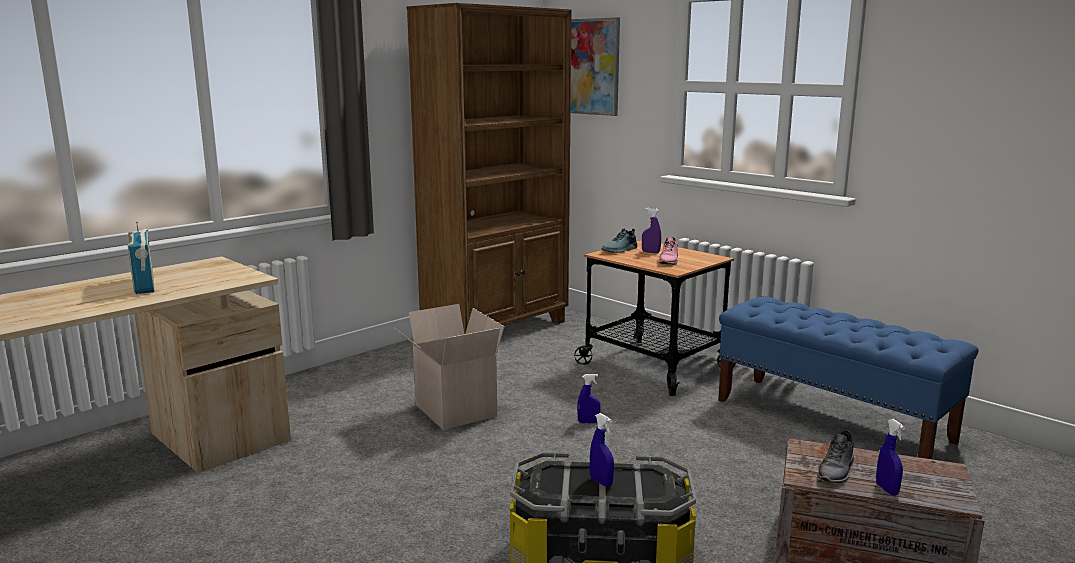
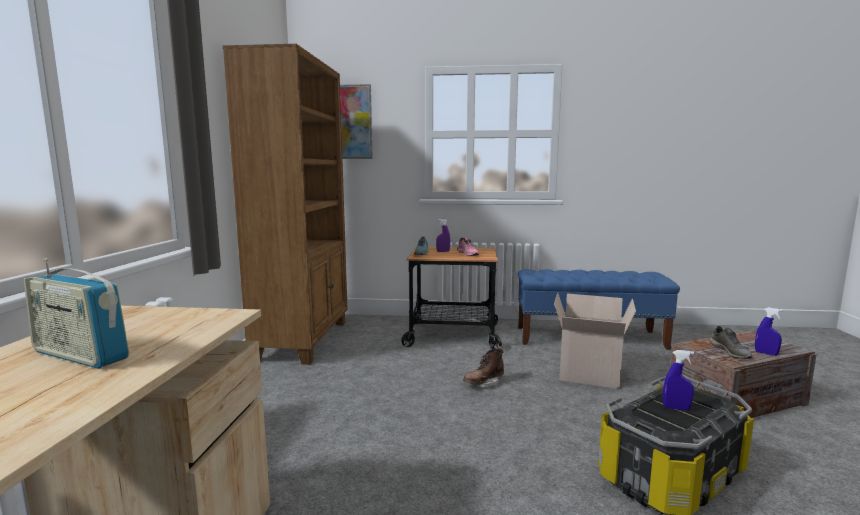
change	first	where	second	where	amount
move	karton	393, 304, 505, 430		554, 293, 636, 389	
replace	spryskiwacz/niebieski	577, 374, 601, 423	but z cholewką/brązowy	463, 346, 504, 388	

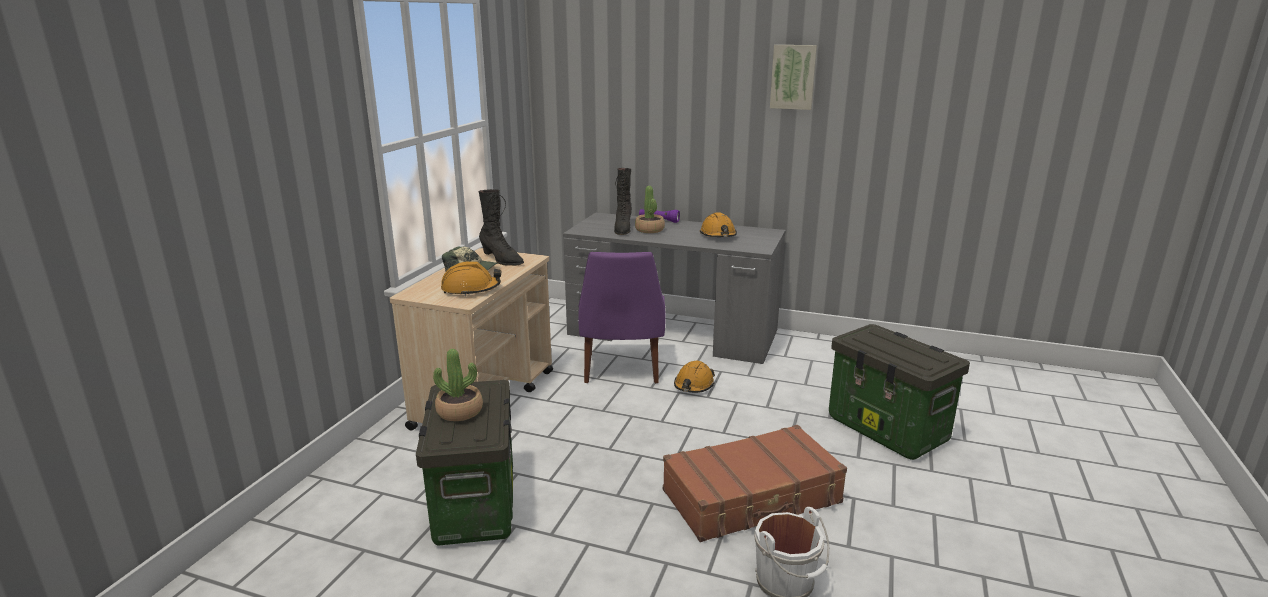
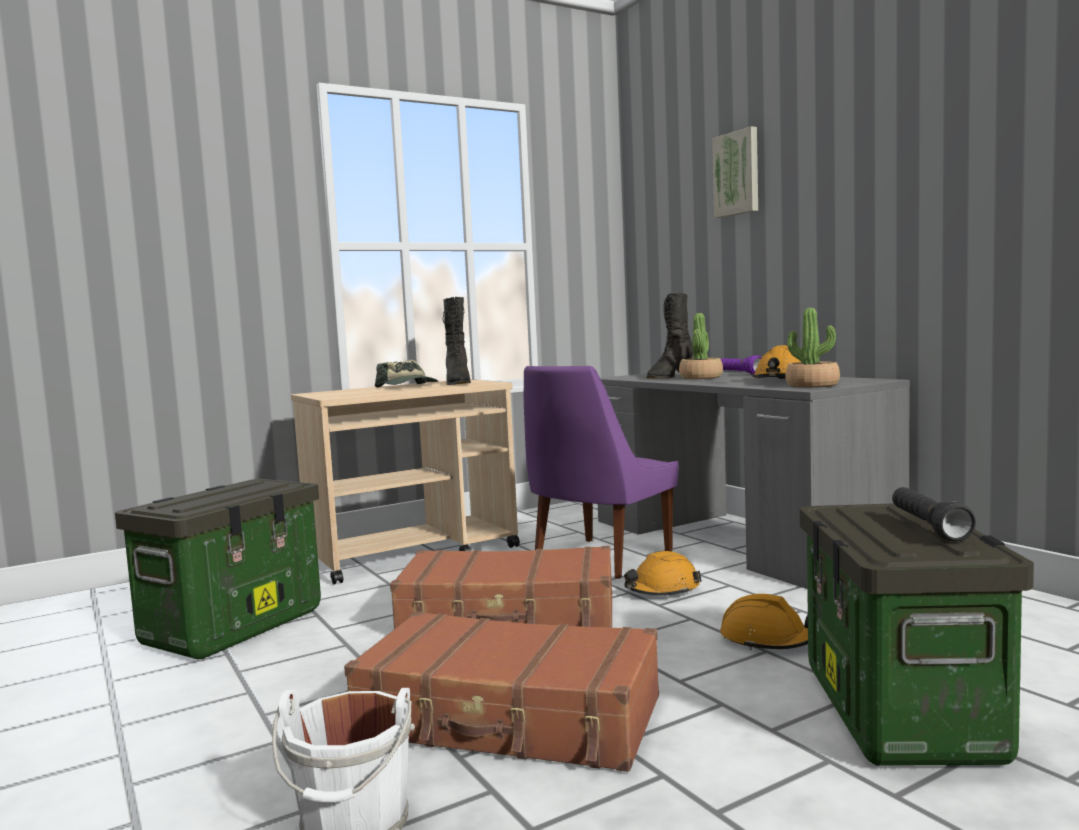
change	first	where	second	where	amount
move	obraz	770, 45, 817, 110		712, 126, 758, 218	
move	kask/pomarańczowy	441, 261, 502, 296		720, 594, 808, 650	
move	roślina doniczkowa	433, 349, 483, 421		785, 308, 840, 388	
insert			latarka/czarny	892, 487, 976, 542	
insert			walizka/brązowy	390, 546, 612, 629	

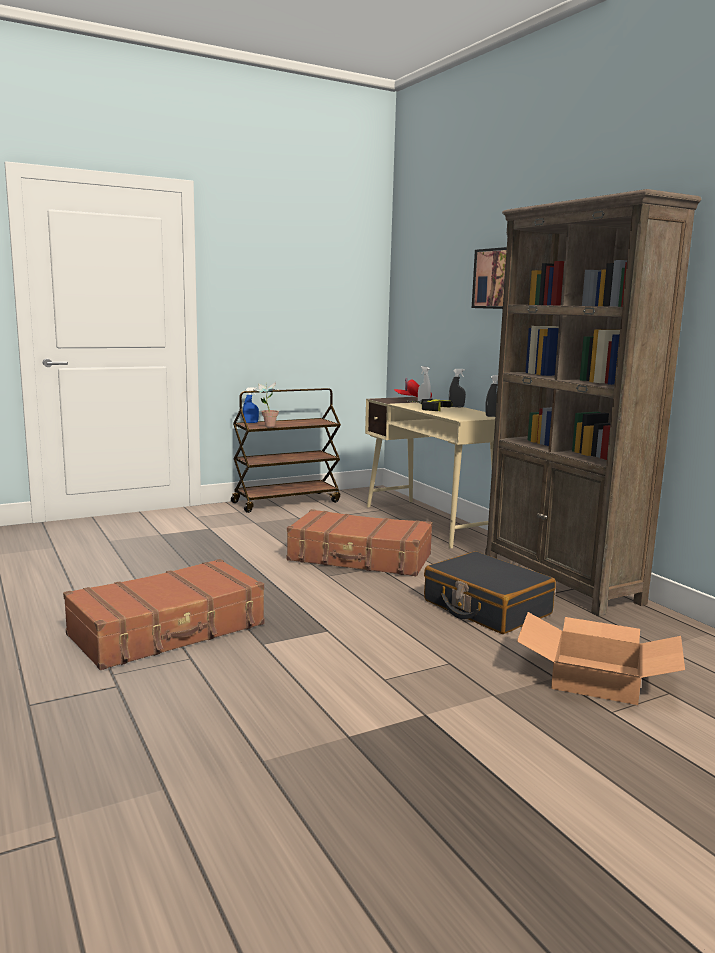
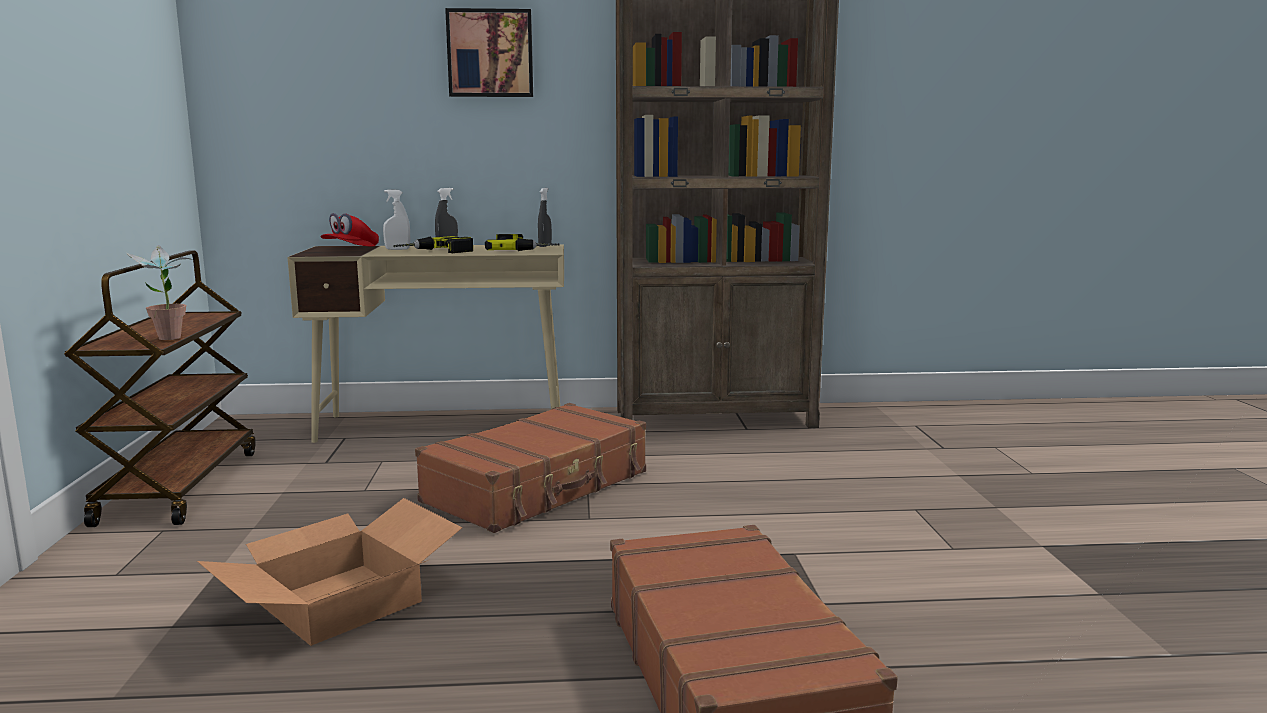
change	first	where	second	where	amount
delete	spryskiwacz/niebieski	243, 387, 259, 423			
delete	walizka/czarny	424, 551, 556, 634			
move	karton	517, 612, 685, 705		197, 498, 463, 646	
insert			wiertarka	485, 234, 560, 251	

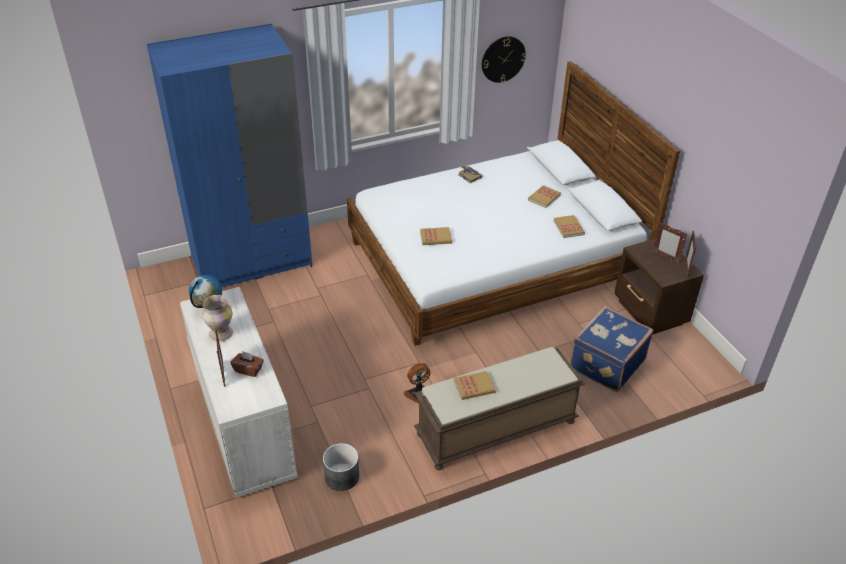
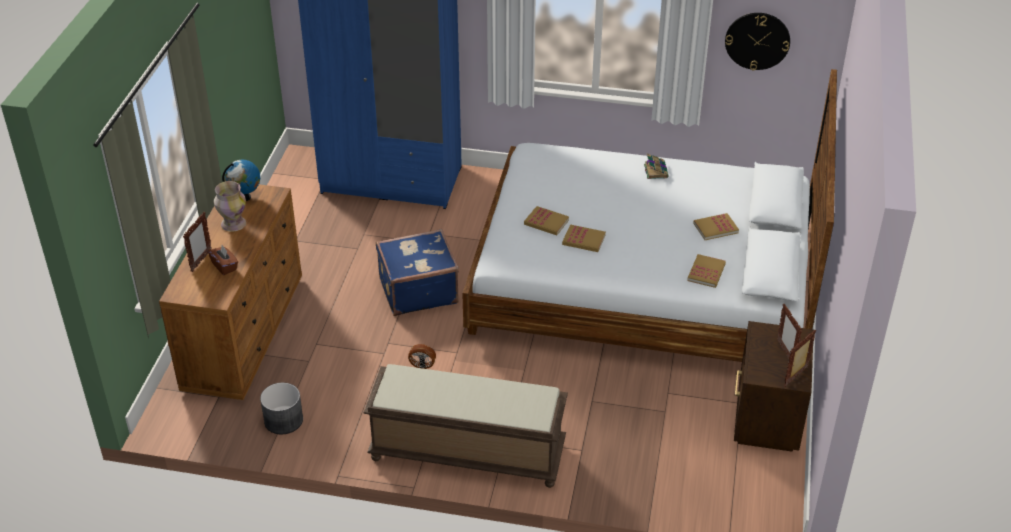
change	first	where	second	where	amount
recolor	komoda/biały	180, 287, 298, 498	komoda/brązowy	159, 184, 302, 400	
move	walizka/niebieski	570, 306, 654, 392		376, 229, 459, 316	
move	książka	454, 371, 496, 400		562, 224, 606, 252	

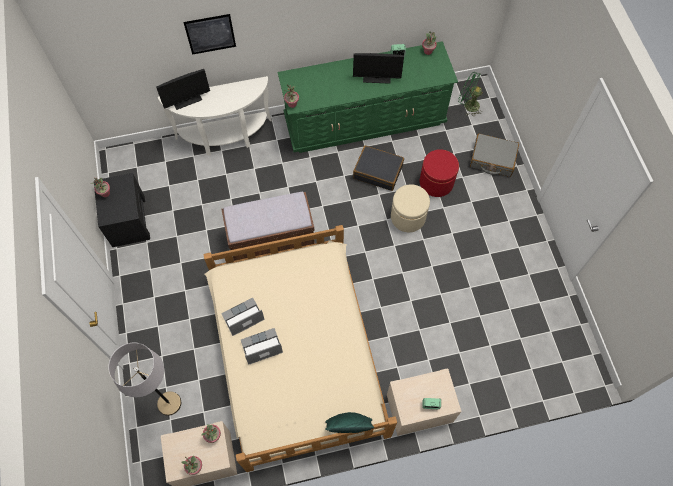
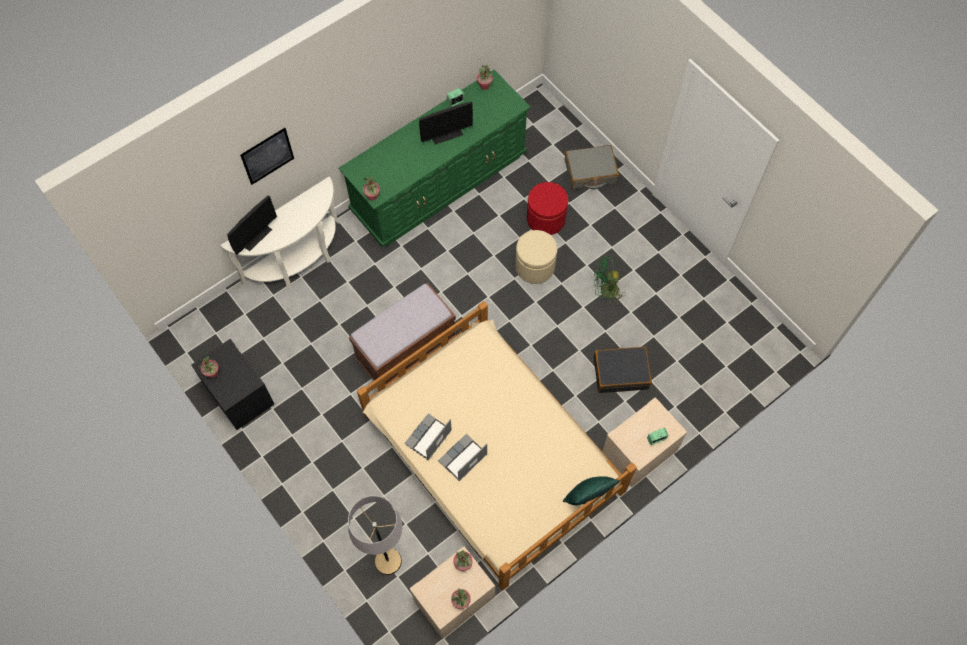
change	first	where	second	where	amount
move	wentylator/zielony	458, 72, 483, 117		594, 256, 623, 305	
move	walizka/czarny	353, 146, 404, 191		593, 346, 652, 393	

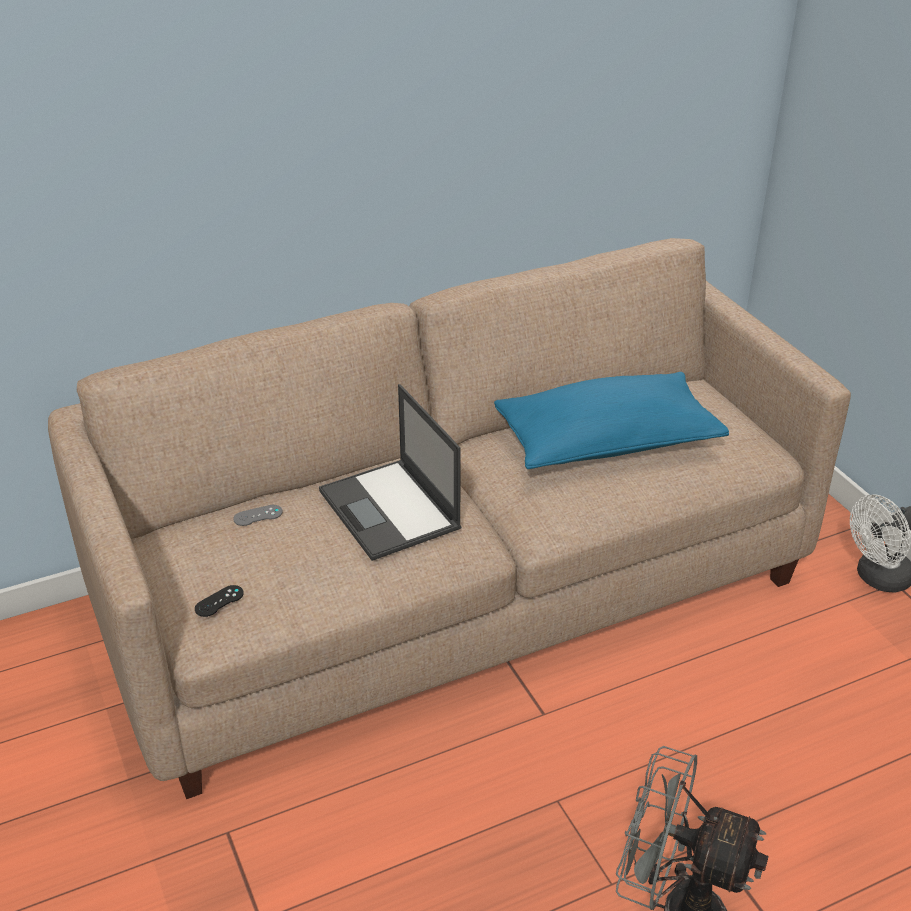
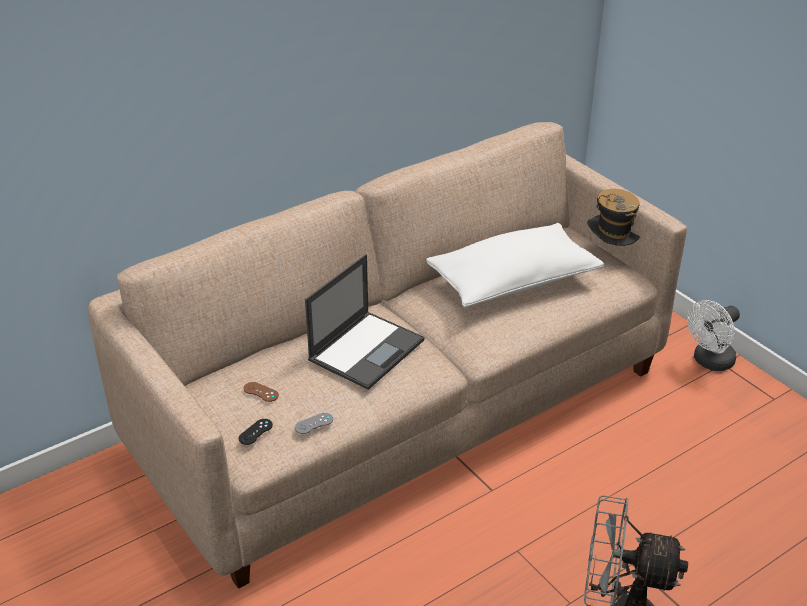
change	first	where	second	where	amount
recolor	poduszka/niebieski	494, 372, 729, 469	poduszka/biały	426, 223, 604, 307	
rotate	laptop	319, 384, 461, 561		305, 254, 425, 390	105 degrees counterclockwise
move	pad do gier/szary	233, 505, 283, 526		295, 413, 333, 434	
insert			kapelusz	587, 189, 640, 246	
insert			pad do gier/brązowy	244, 382, 279, 402	

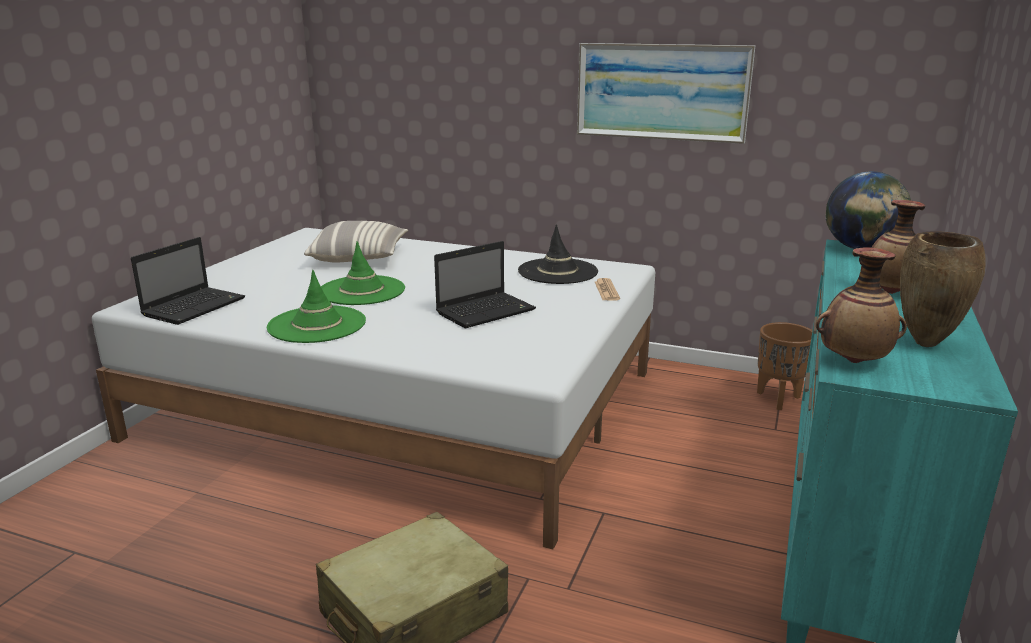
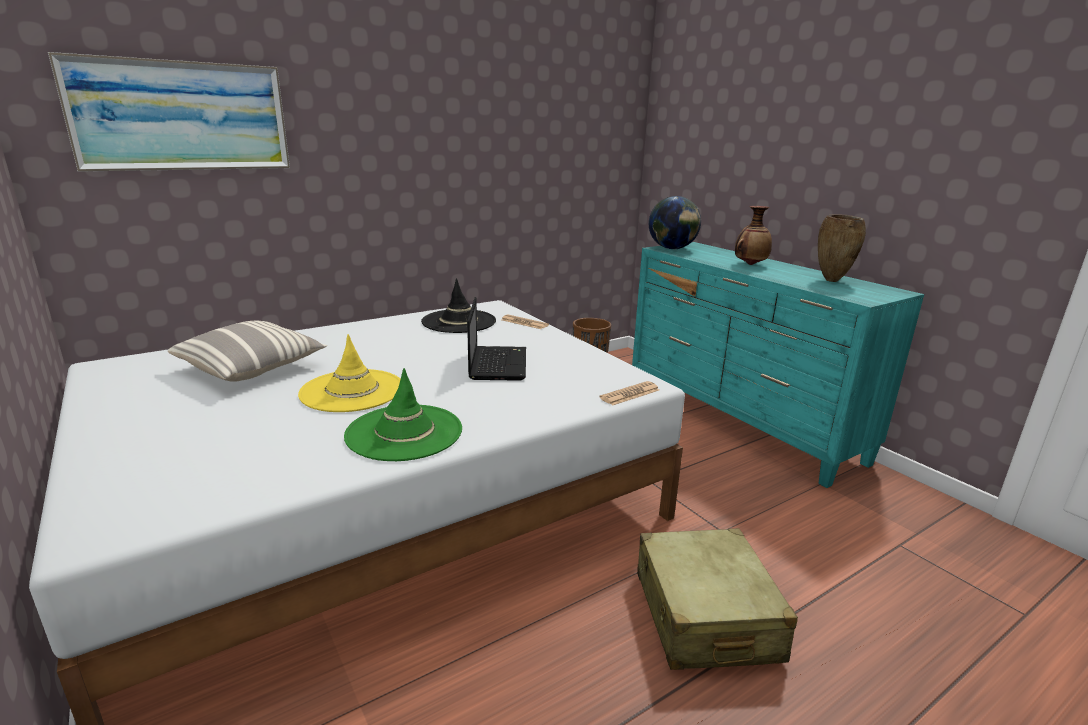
change	first	where	second	where	amount
move	obraz	577, 43, 755, 144		48, 52, 290, 172	
delete	laptop	131, 237, 245, 325			
recolor	kapelusz/zielony	321, 241, 405, 305	kapelusz/żółty	298, 334, 401, 412	
delete	wazon	816, 247, 907, 363			
insert			gazeta	599, 381, 659, 405	

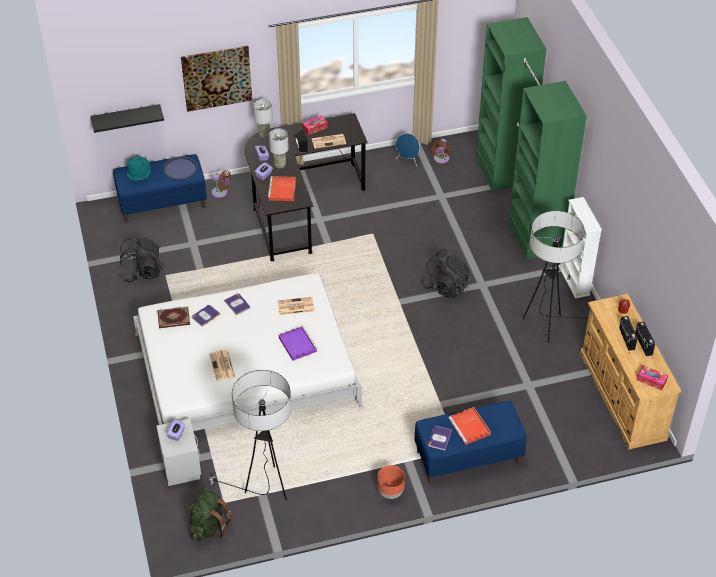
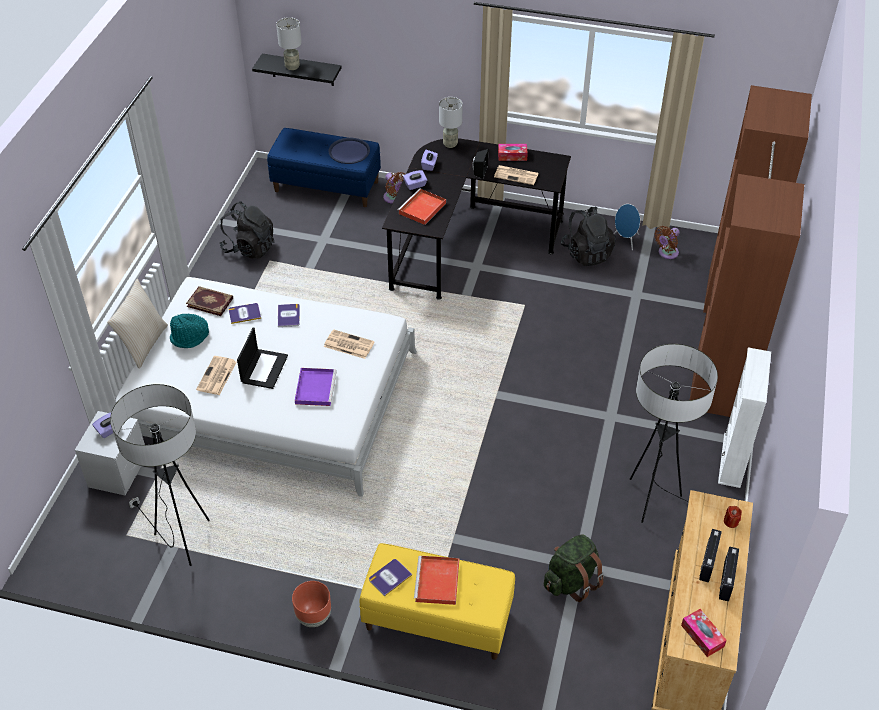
change	first	where	second	where	amount
recolor	szafa/zielony	476, 17, 587, 259	szafa/brązowy	690, 85, 812, 417	
delete	obraz	181, 46, 252, 112			
move	lampa stołowa/szary	269, 129, 289, 169		276, 17, 302, 70	
move	kapelusz/turkusowy	127, 156, 151, 181		170, 314, 209, 348	
move	plecak/czarny	422, 249, 469, 298		561, 207, 616, 266	
recolor	ławka/niebieski	415, 401, 527, 484	ławka/żółty	360, 543, 515, 660	
move	plecak/zielony	188, 490, 232, 542		544, 535, 604, 602	
insert			poduszka/beżowy	107, 279, 168, 369	
insert			laptop	237, 327, 288, 389	

